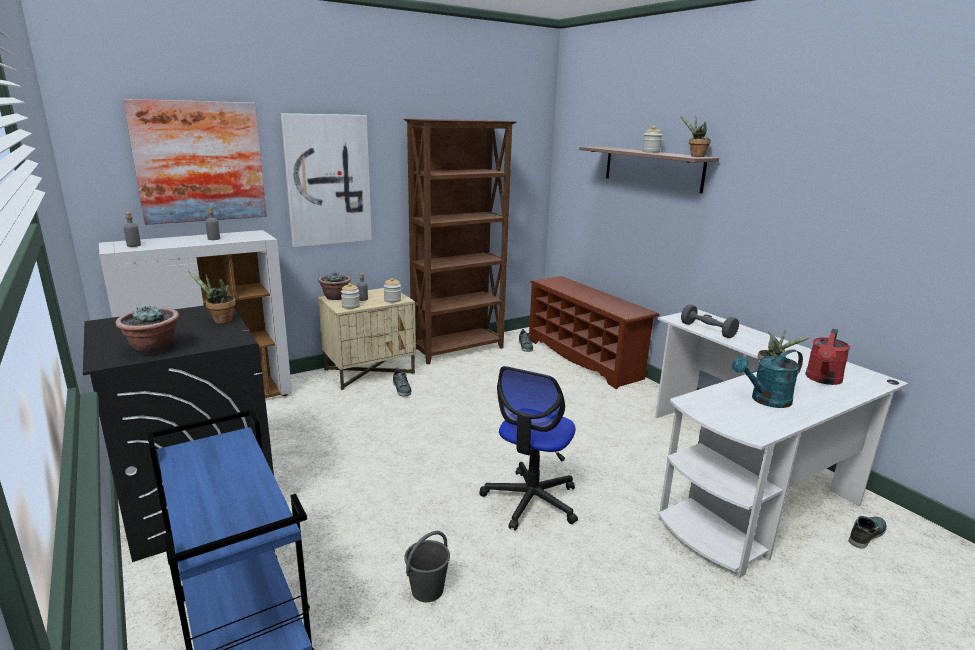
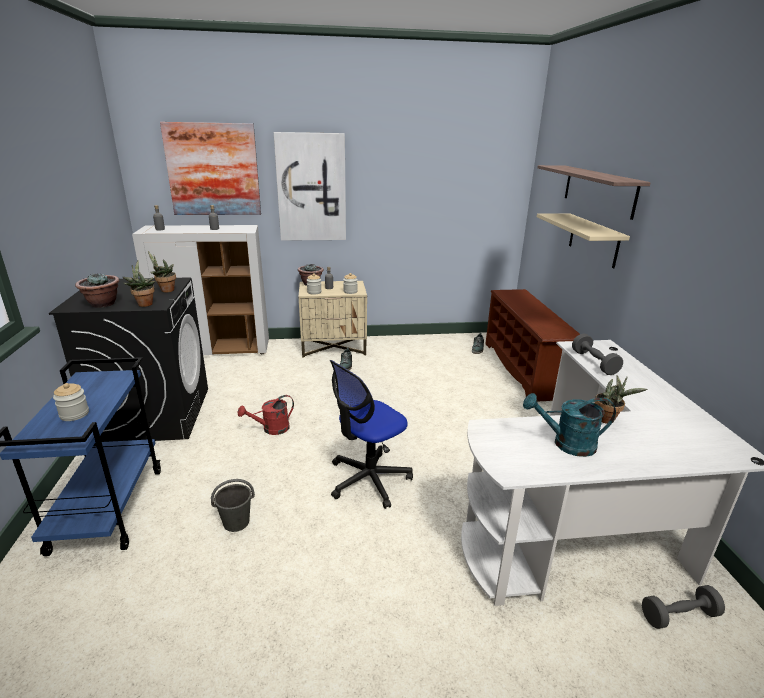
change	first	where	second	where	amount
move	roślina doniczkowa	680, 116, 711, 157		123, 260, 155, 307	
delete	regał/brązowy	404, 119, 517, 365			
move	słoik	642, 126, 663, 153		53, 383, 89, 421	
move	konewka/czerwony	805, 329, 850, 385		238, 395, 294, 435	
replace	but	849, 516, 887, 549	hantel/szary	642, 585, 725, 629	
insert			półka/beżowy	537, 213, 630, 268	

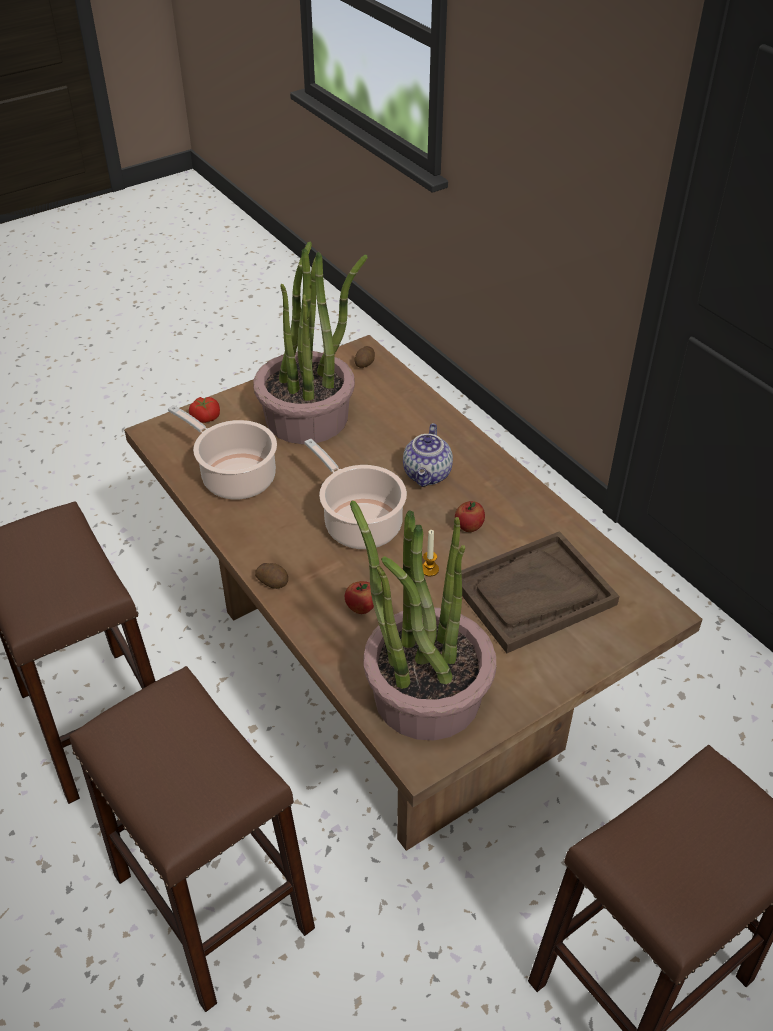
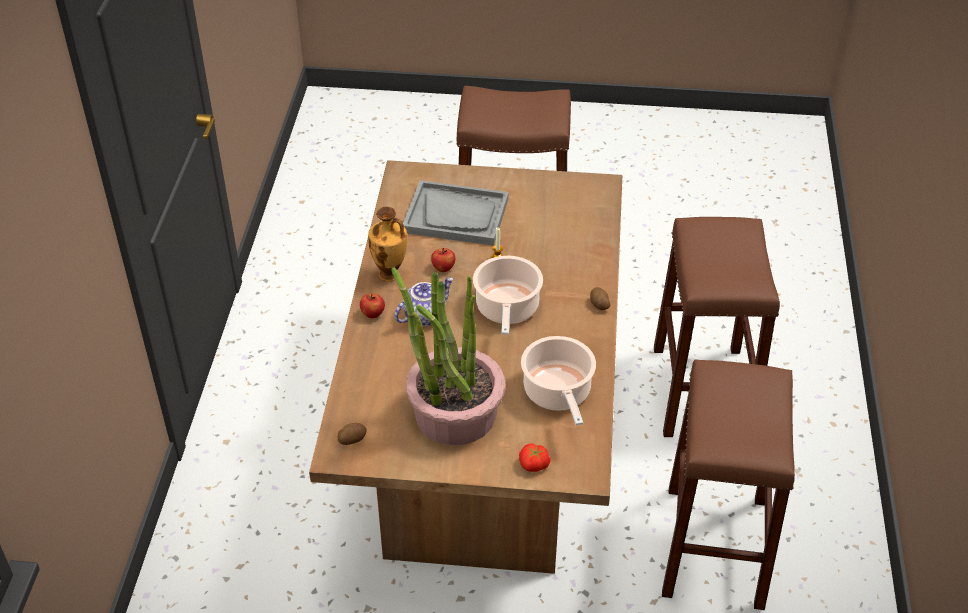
change	first	where	second	where	amount
delete	roślina doniczkowa	350, 501, 496, 740			
recolor	taca/brązowy	461, 531, 619, 653	taca/szary	403, 180, 509, 246	
move	jabłko	345, 581, 374, 614		360, 293, 385, 318	
insert			wazon	368, 207, 407, 282	

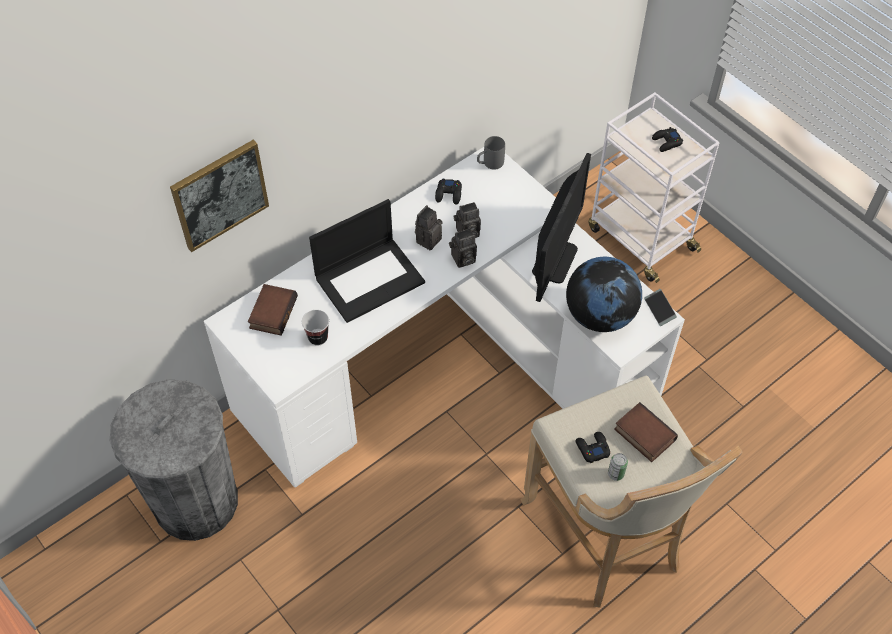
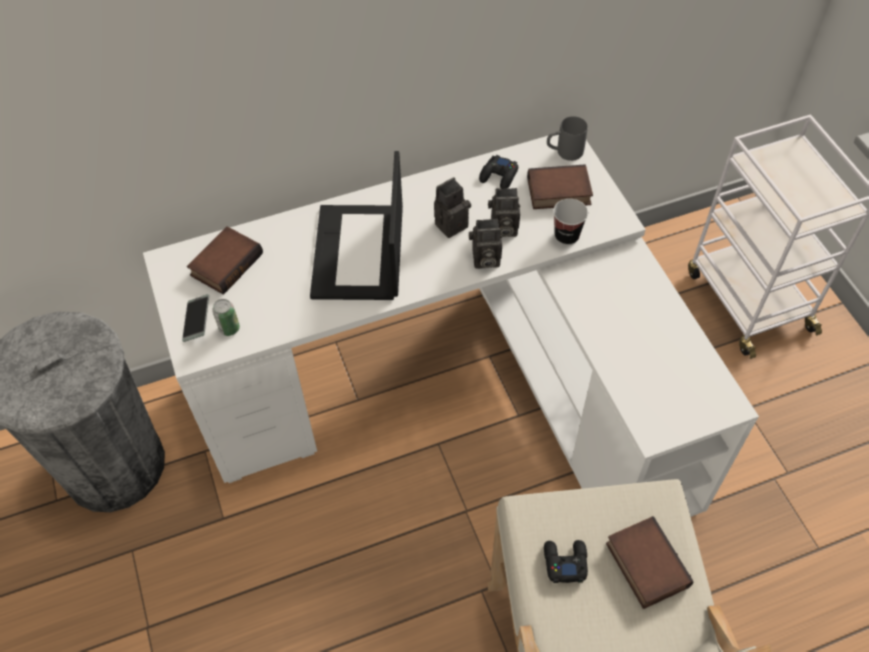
change	first	where	second	where	amount
delete	pad do gier/czarny	652, 127, 683, 152			
delete	obraz	170, 140, 269, 252			
delete	monitor	532, 153, 591, 302			
rotate	laptop	309, 199, 425, 323		310, 151, 403, 300	105 degrees clockwise
delete	globus	566, 257, 642, 332			
move	telefon	644, 289, 677, 326		182, 294, 209, 342	
move	filiżanka	302, 310, 329, 346		553, 199, 588, 245	
move	puszka	608, 453, 628, 481		212, 299, 240, 336	
insert			książka	527, 165, 593, 209	

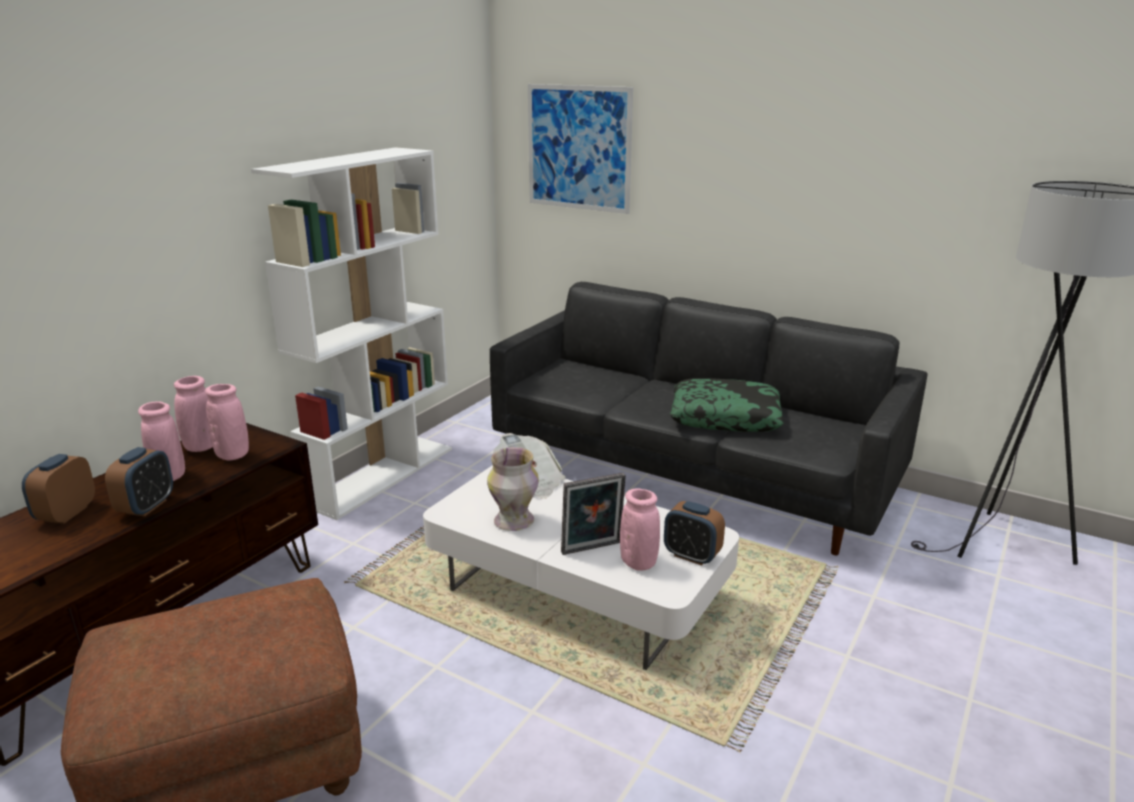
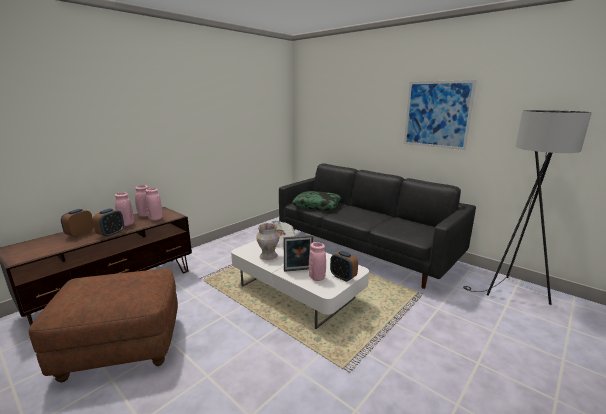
change	first	where	second	where	amount
move	obraz	528, 84, 633, 214		404, 80, 477, 150	
delete	regał/biały	251, 147, 452, 520			
move	poduszka	670, 378, 784, 432		292, 191, 342, 211	

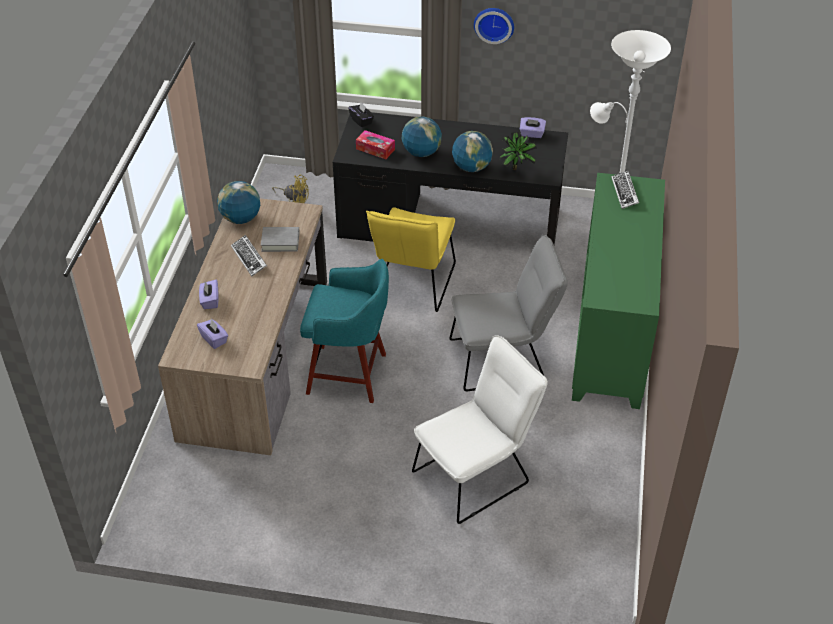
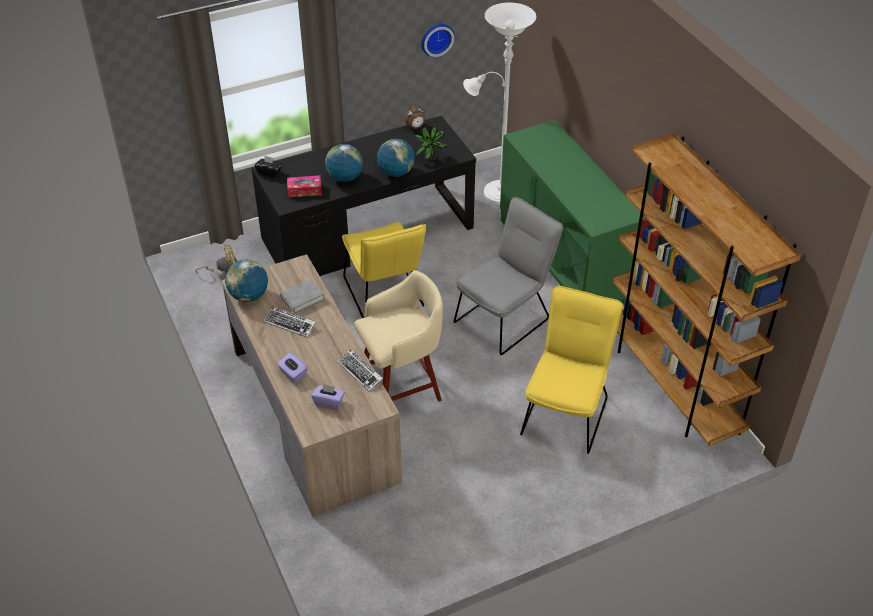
change	first	where	second	where	amount
move	zegar ścienny	474, 8, 514, 44		421, 24, 455, 57	
replace	pudełko chusteczek/fioletowy	520, 117, 546, 138	budzik	404, 105, 425, 130	
move	klawiatura	611, 171, 639, 209		337, 348, 383, 392	
recolor	stołek/turkusowy	300, 259, 389, 403	stołek/beżowy	355, 270, 443, 402	
recolor	krzesło/biały	412, 335, 548, 524	krzesło/żółty	520, 286, 624, 454	
insert			regał/brązowy	612, 133, 801, 446	

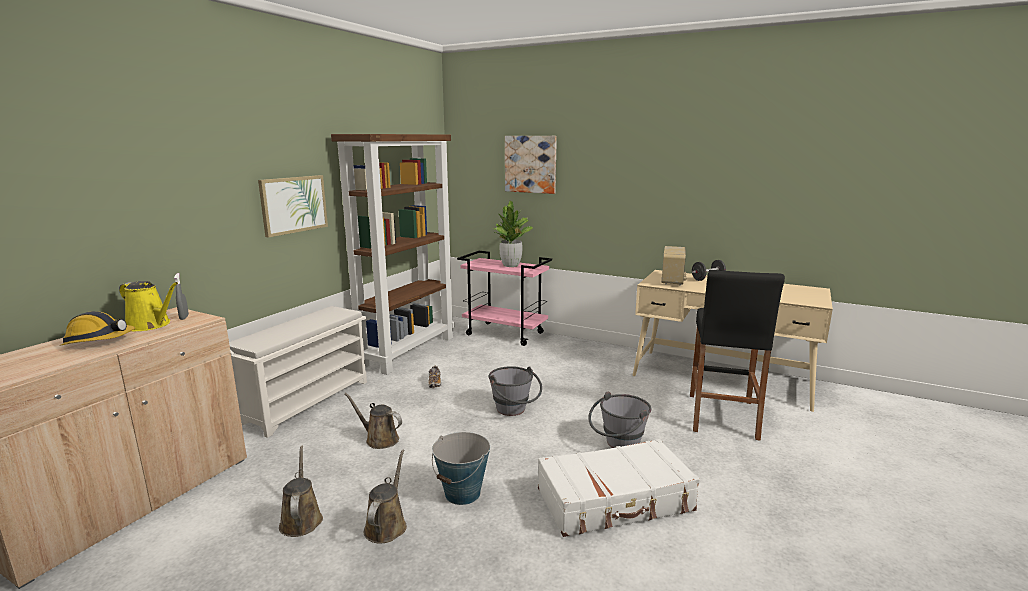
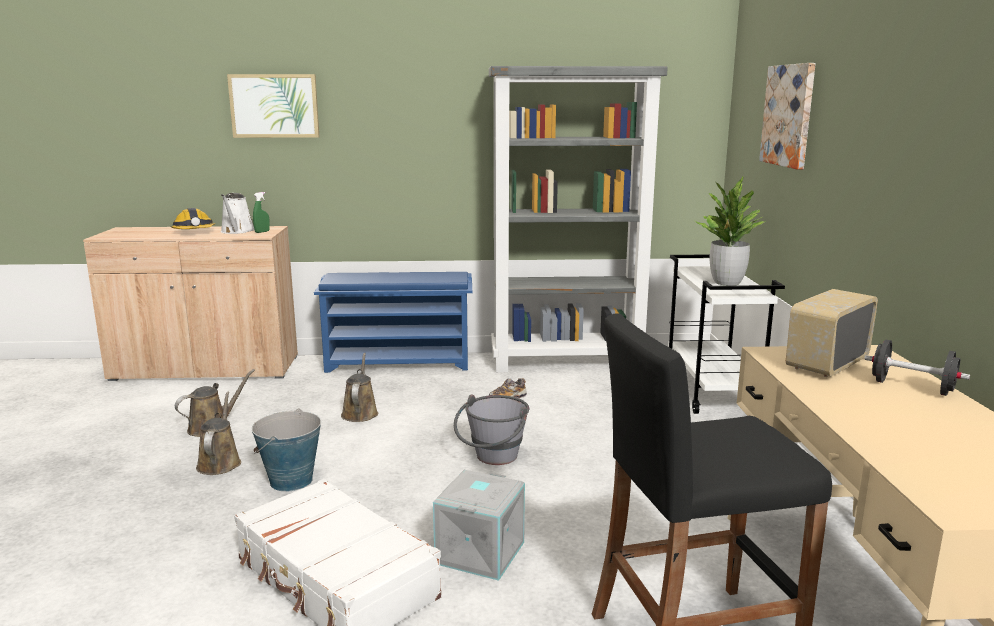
change	first	where	second	where	amount
recolor	regał/brązowy	331, 134, 455, 375	regał/szary	489, 66, 668, 372	
move	obraz	258, 175, 328, 238		227, 74, 319, 138	
rotate	radio	661, 246, 686, 286		786, 289, 878, 377	150 degrees clockwise
recolor	wózek/różowy	457, 251, 552, 346	wózek/biały	668, 254, 785, 414	
recolor	spryskiwacz/szary	174, 273, 189, 320	spryskiwacz/zielony	253, 192, 270, 233	
recolor	konewka/żółty	119, 281, 178, 331	konewka/biały	221, 193, 254, 234	
recolor	regał na buty/biały	229, 306, 367, 438	regał na buty/niebieski	314, 272, 472, 373	
replace	wiadro/szary	588, 391, 651, 448	pojemnik do przechowywania/szary	433, 470, 525, 581	
rotate	konewka/brązowy	364, 449, 407, 544		196, 392, 241, 475	75 degrees counterclockwise

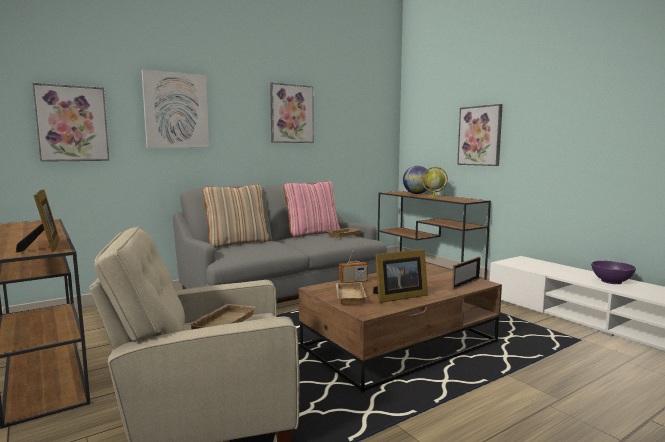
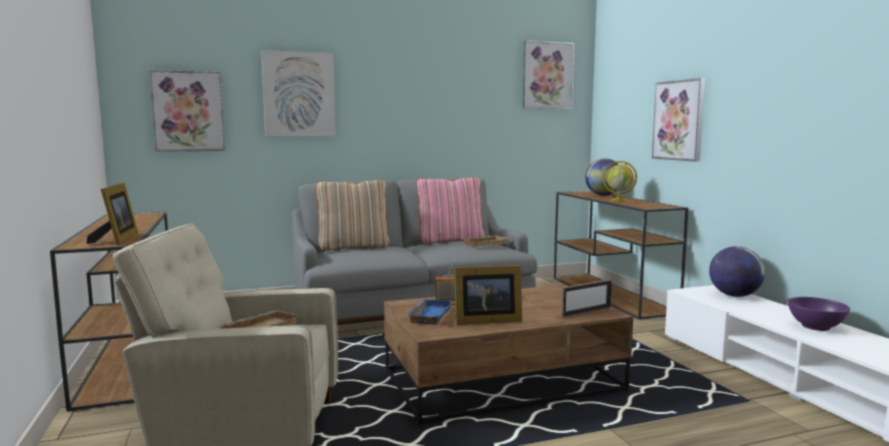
change	first	where	second	where	amount
move	obraz	270, 82, 314, 143		523, 40, 574, 109	
recolor	taca/beżowy	336, 282, 367, 305	taca/niebieski	407, 299, 453, 324	
insert			globus	709, 246, 765, 297	

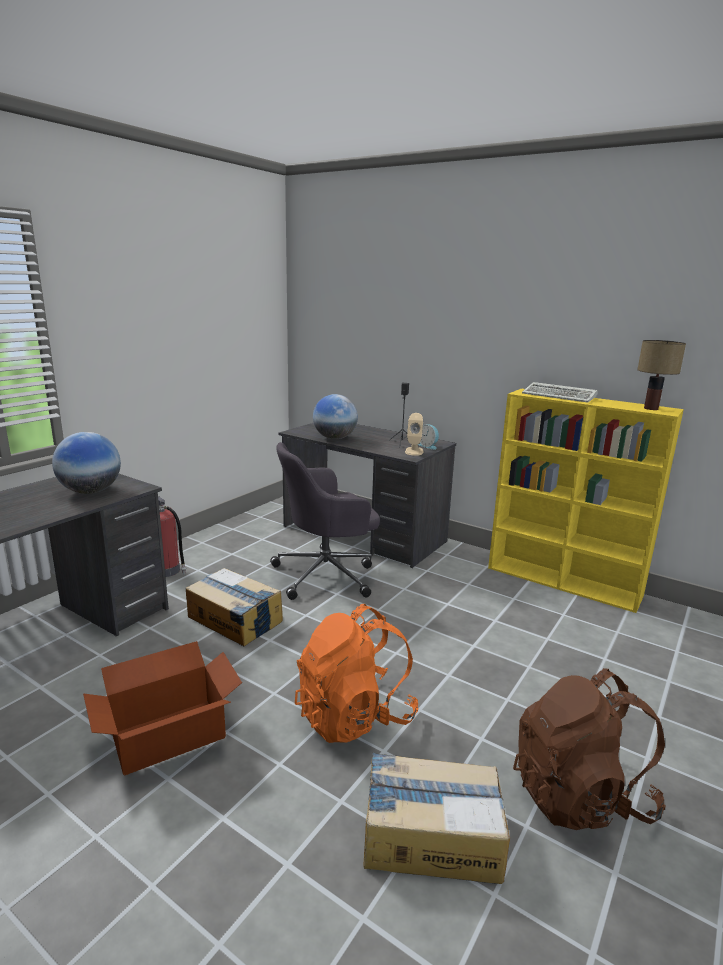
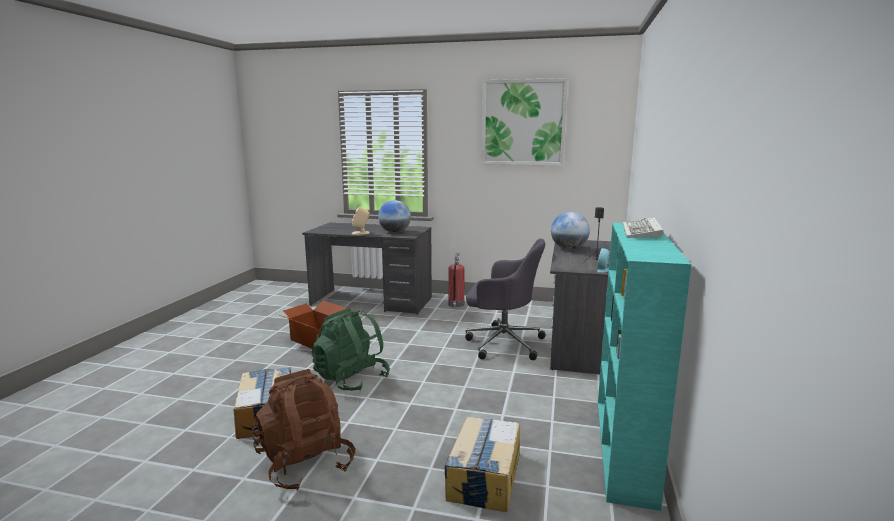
change	first	where	second	where	amount
delete	lampa stołowa	637, 340, 686, 410			
recolor	regał/żółty	488, 389, 684, 613	regał/turkusowy	598, 223, 691, 511	
move	głośnik/beżowy	405, 413, 423, 456		352, 206, 370, 235	
rotate	krzesło biurowe/szary	270, 442, 380, 600		465, 239, 545, 360	150 degrees clockwise
move	karton	186, 568, 283, 646		444, 417, 520, 512	
recolor	plecak/pomarańczowy	295, 604, 418, 743	plecak/zielony	312, 308, 390, 391	
insert			obraz	482, 78, 568, 166	

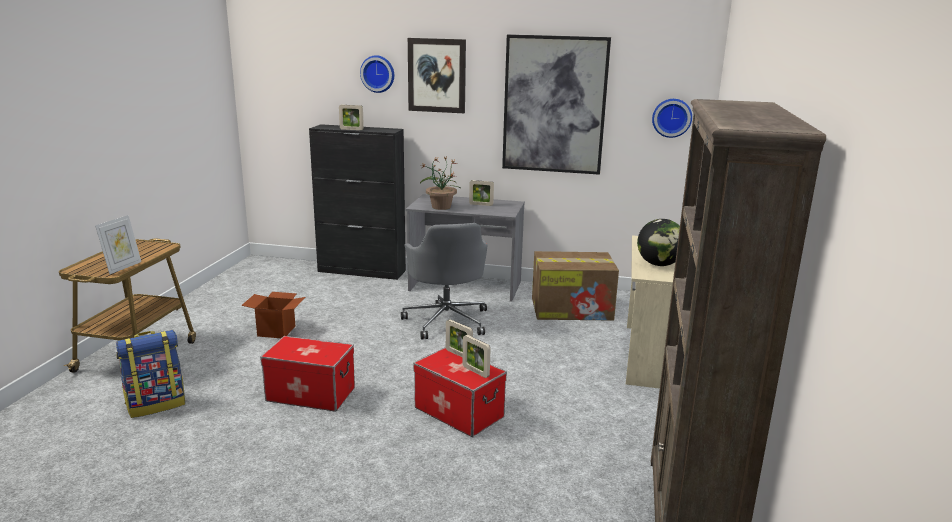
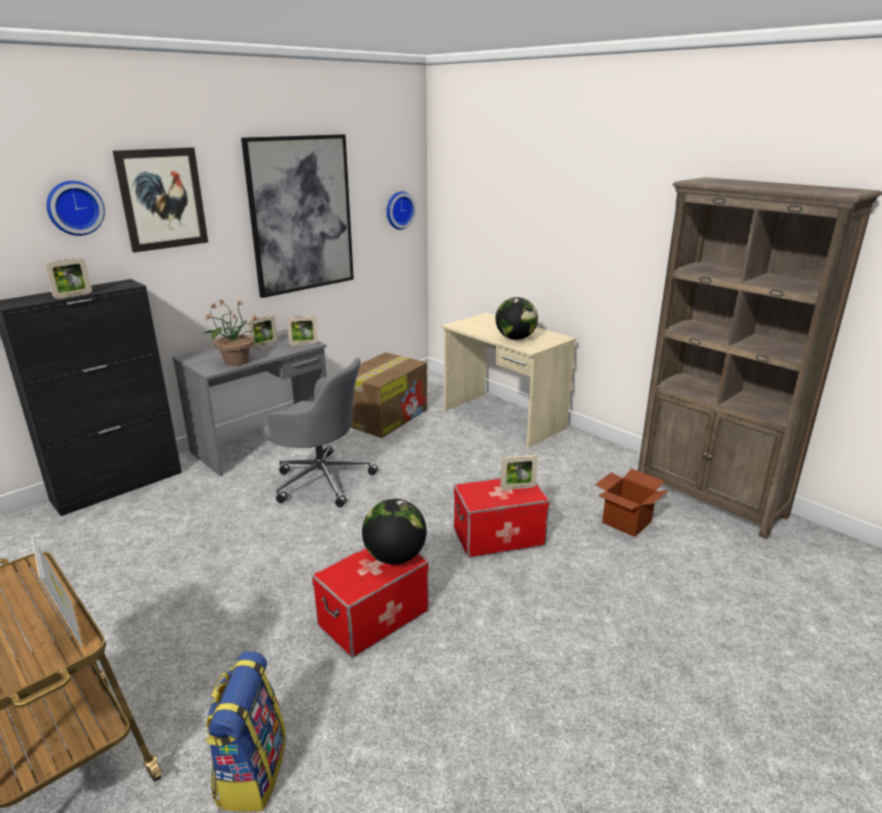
change	first	where	second	where	amount
move	karton	241, 292, 306, 338		595, 469, 668, 537	
move	ramka na zdjęcie	446, 319, 473, 357		287, 316, 318, 346	
insert			globus	362, 499, 427, 564	

